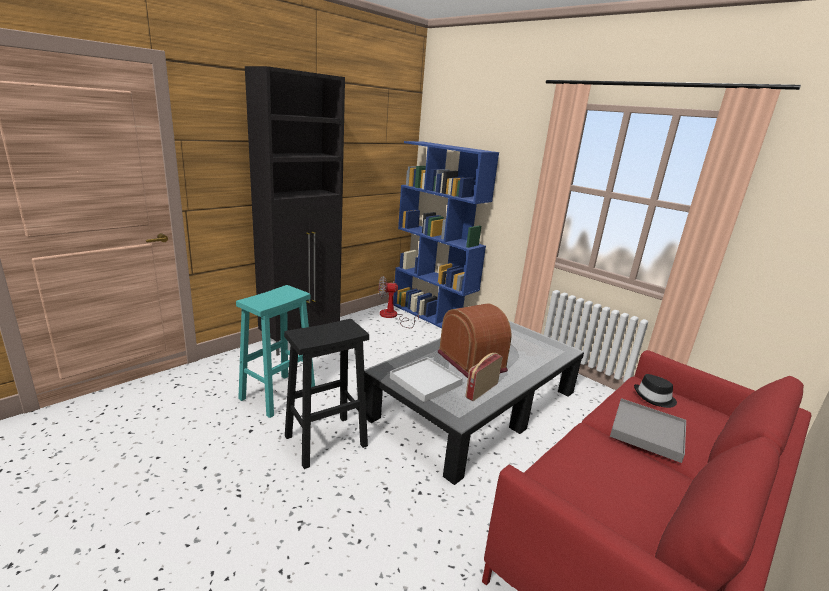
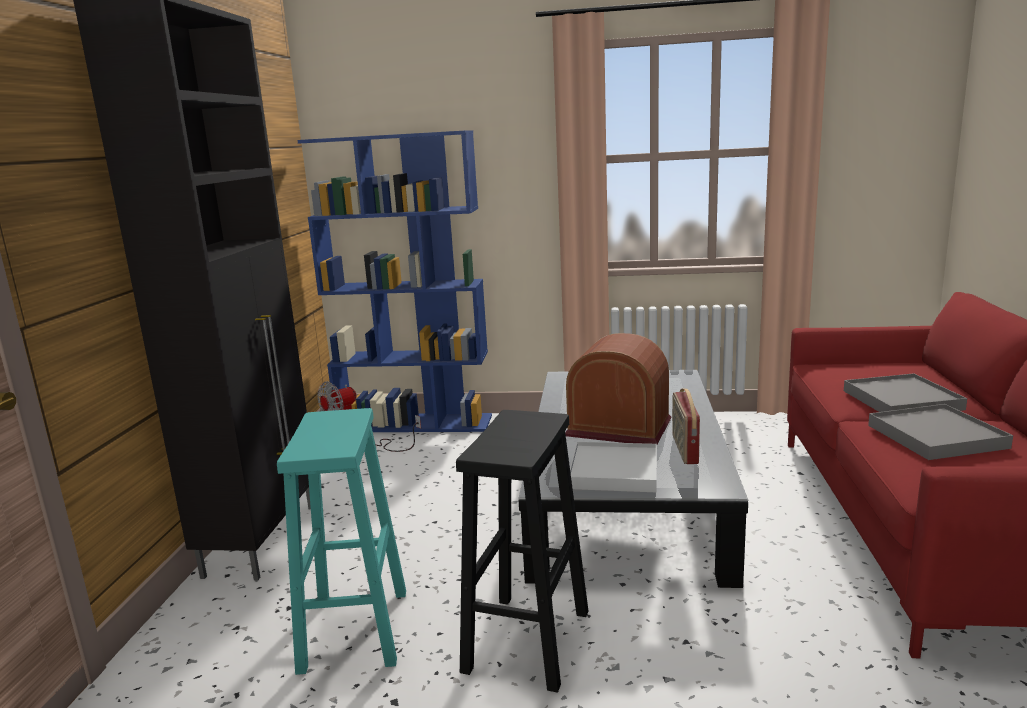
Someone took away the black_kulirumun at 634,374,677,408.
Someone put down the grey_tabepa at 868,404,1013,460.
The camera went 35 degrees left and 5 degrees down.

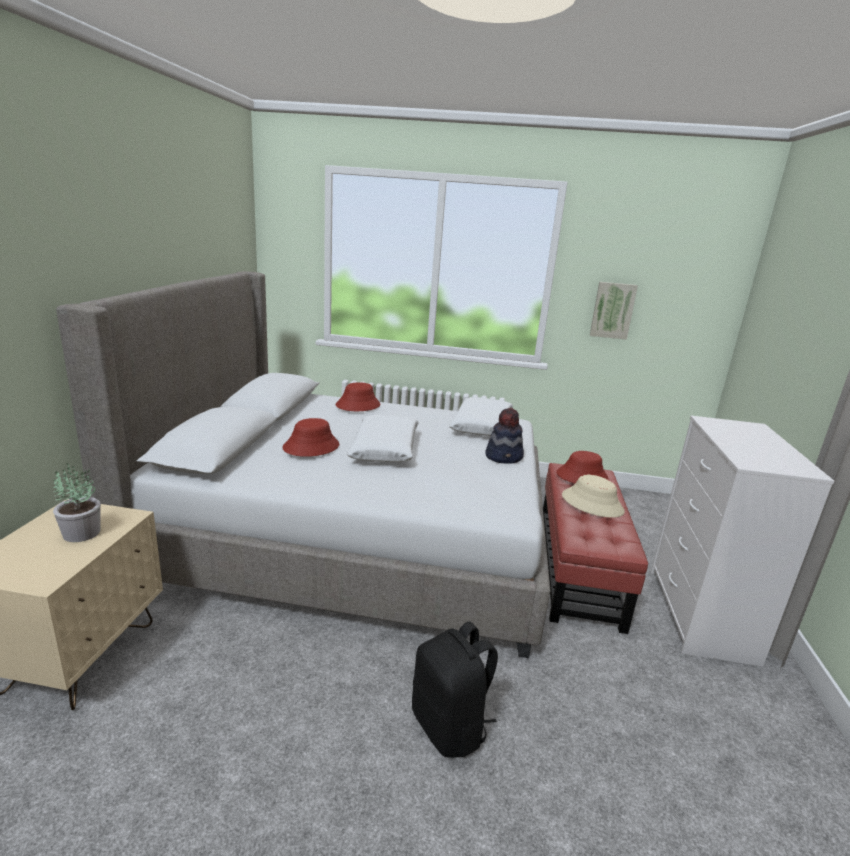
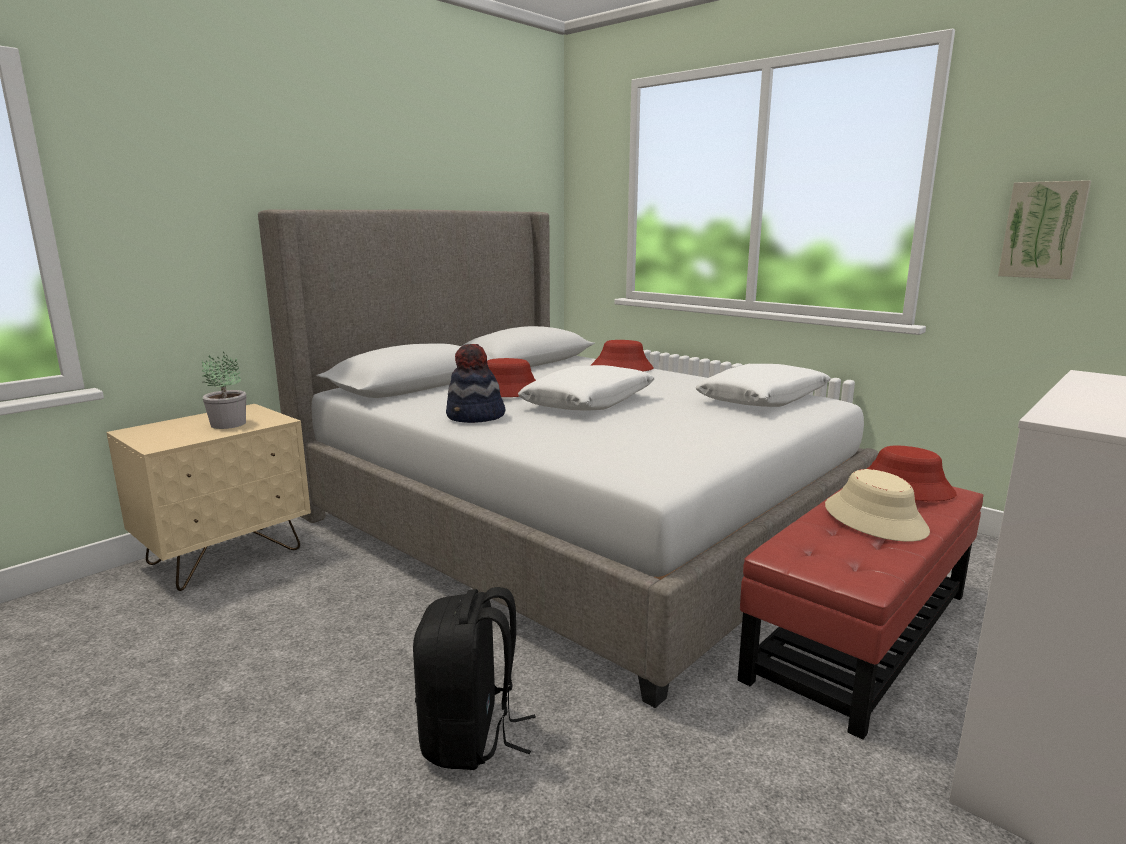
Someone carried the kulirumun from 485,408,524,464 to 446,344,505,423.
The camera went 35 degrees right and 5 degrees down.

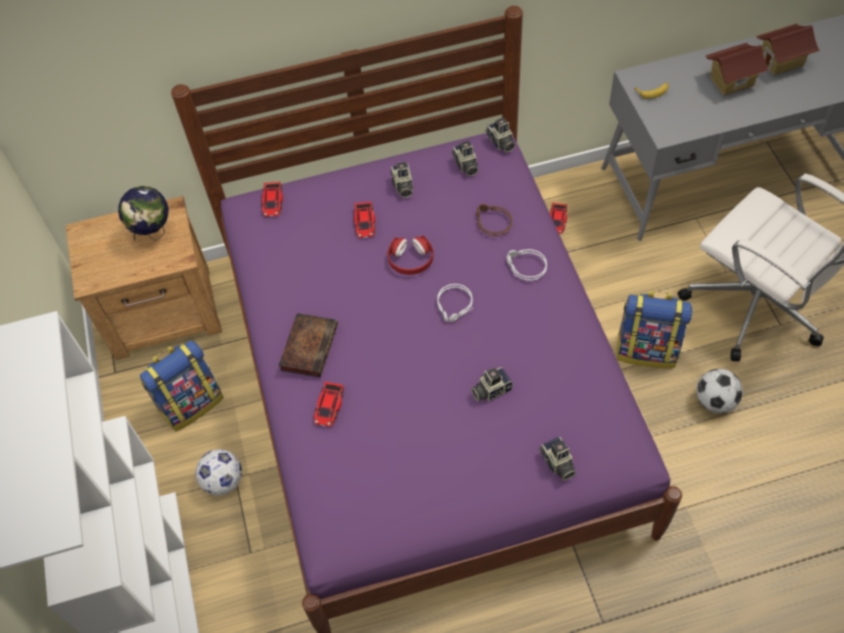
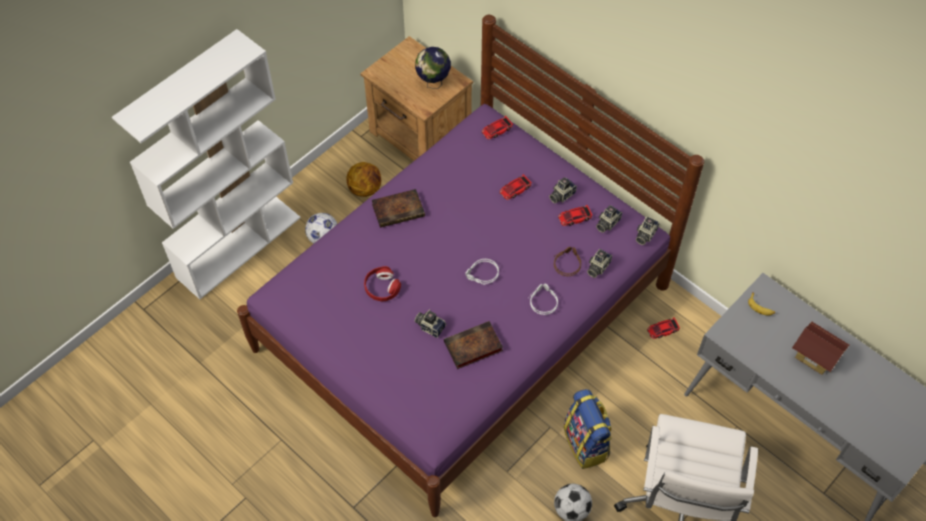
Someone took away the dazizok at 756,24,820,75.
Someone put down the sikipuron at 444,321,503,369.
Someone carried the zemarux from 314,382,344,427 to 558,205,593,226.
Someone carried the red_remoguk from 388,235,433,275 to 364,266,401,301.
Someone carried the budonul from 539,437,576,480 to 587,249,612,278.
Someone swapped the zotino at 140,340,223,432 for the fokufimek at 346,162,381,197.
The camera went 55 degrees right and 0 degrees up.

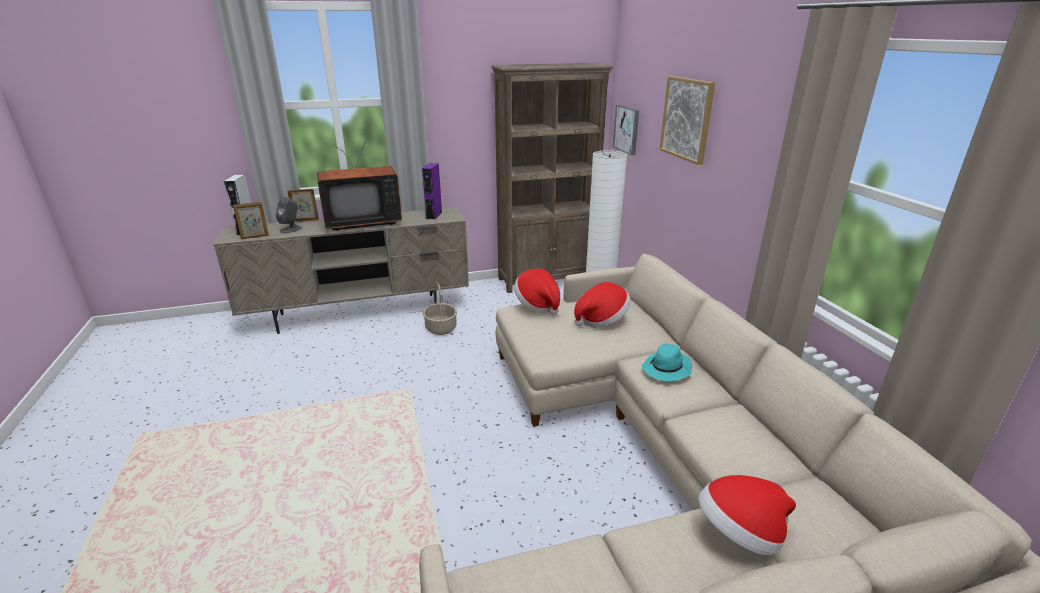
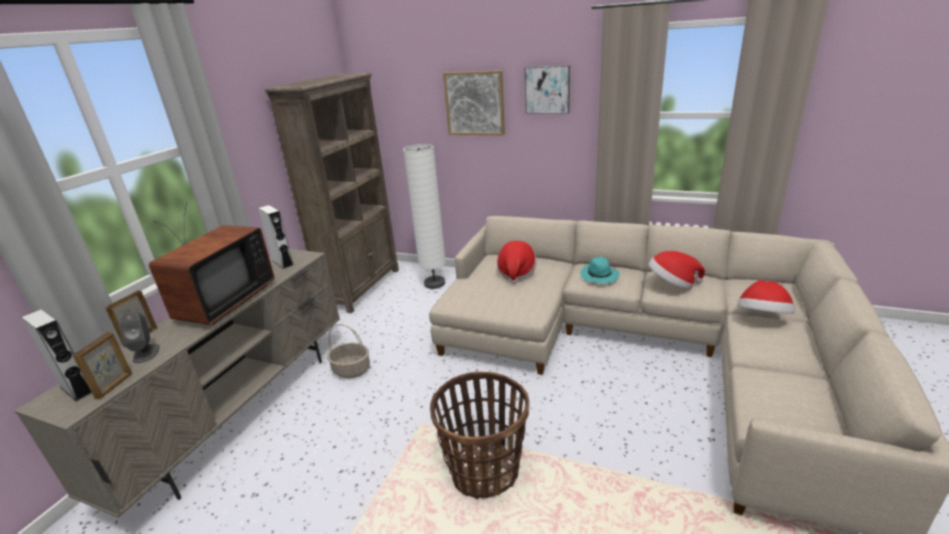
Someone put down the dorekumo at 430,372,529,499.
Someone carried the kulirumun from 514,268,560,315 to 648,251,705,289.
Someone carried the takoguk from 613,105,639,155 to 525,65,570,114.
Someone repainted the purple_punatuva at 422,163,442,220, which became the white_punatuva at 258,205,294,269.
The camera went 50 degrees left and 0 degrees up.

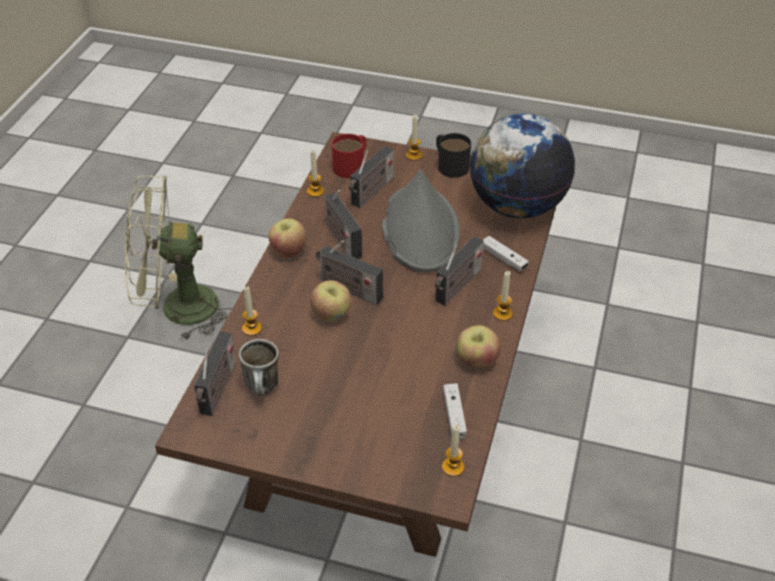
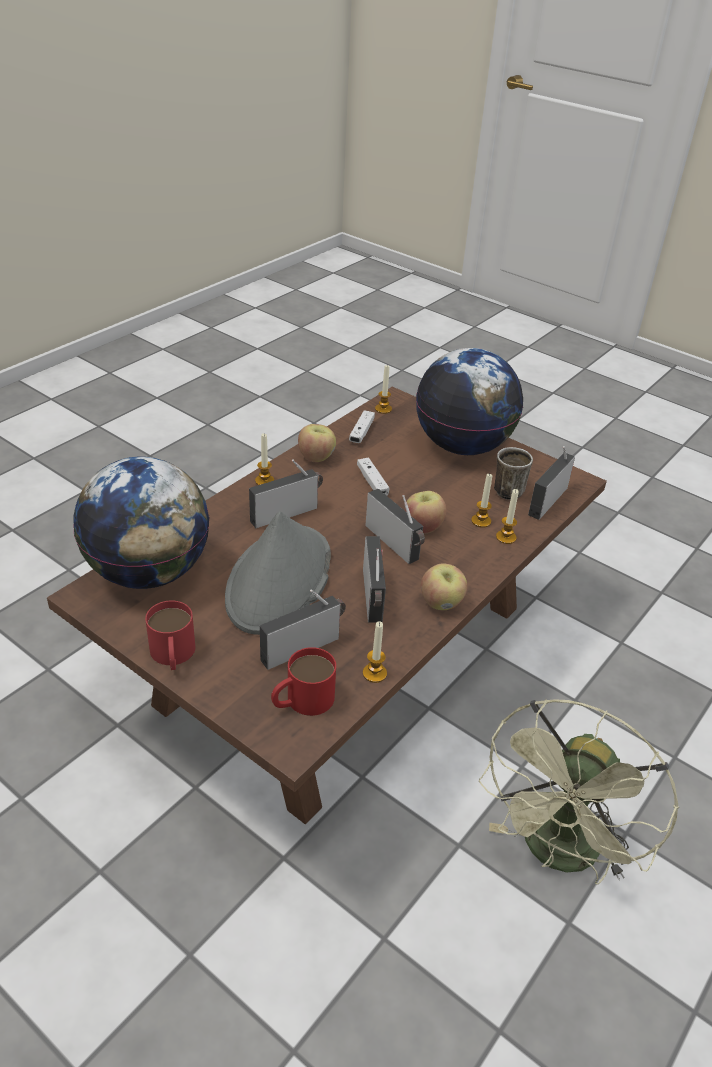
Someone put down the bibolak at 416,348,523,455.
Someone carried the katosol from 406,115,422,161 to 471,474,492,528.
Someone carried the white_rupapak from 483,236,529,271 to 357,457,389,496.
Someone repainted the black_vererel at 436,133,471,178, which became the red_vererel at 145,601,195,670.
Someone rotated the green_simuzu at 125,175,233,341 by 105 degrees clockwise.
The camera went 160 degrees left and 5 degrees down.

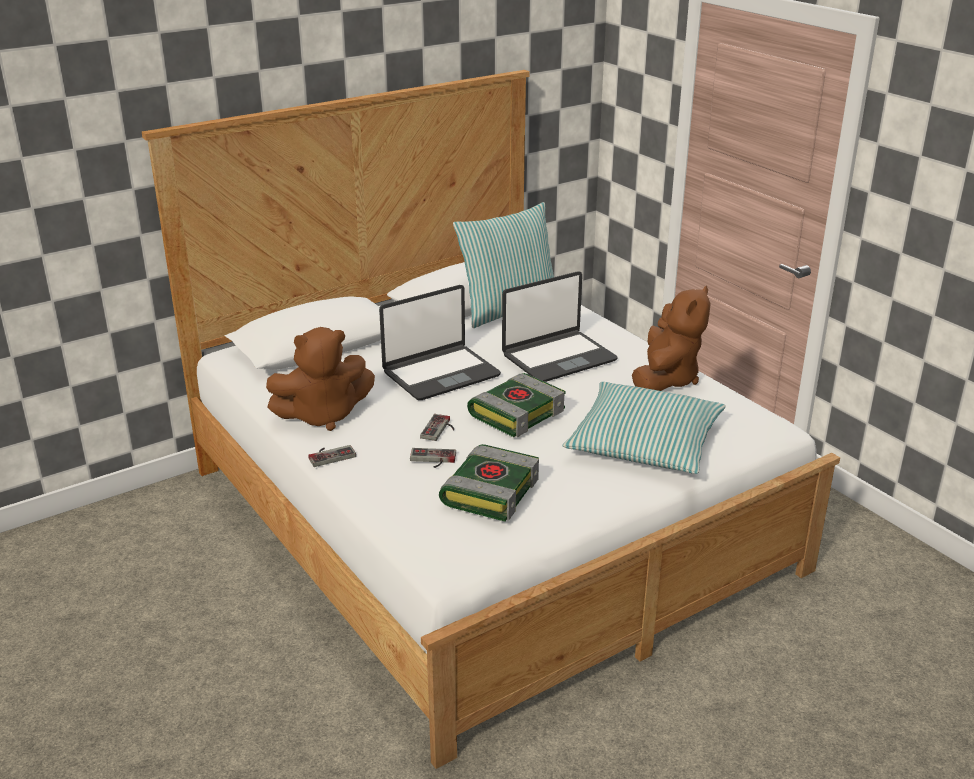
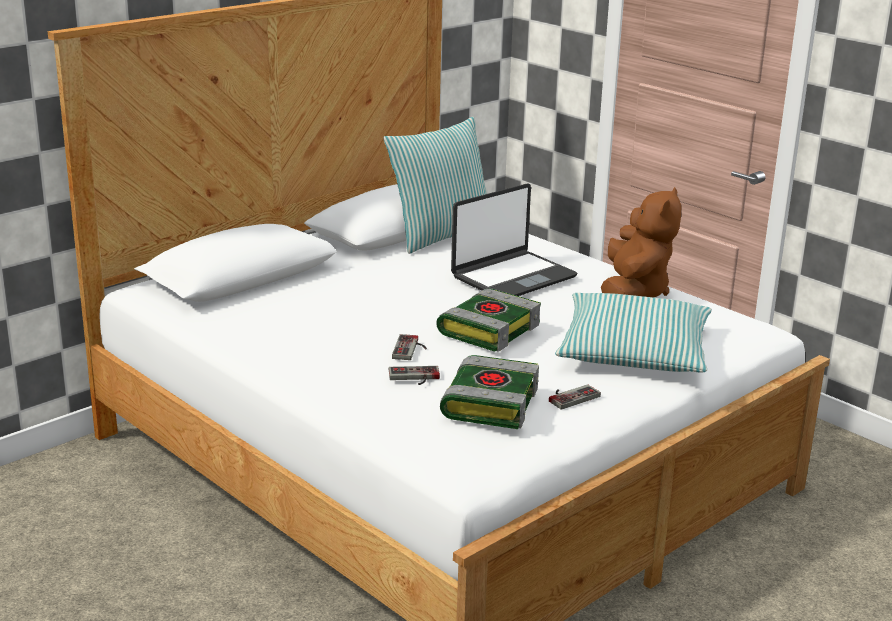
Someone took away the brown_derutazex at 266,327,375,431.
Someone took away the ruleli at 379,285,501,400.
Someone carried the rupapak from 308,445,356,467 to 549,384,601,410.
The camera went 10 degrees left and 5 degrees down.

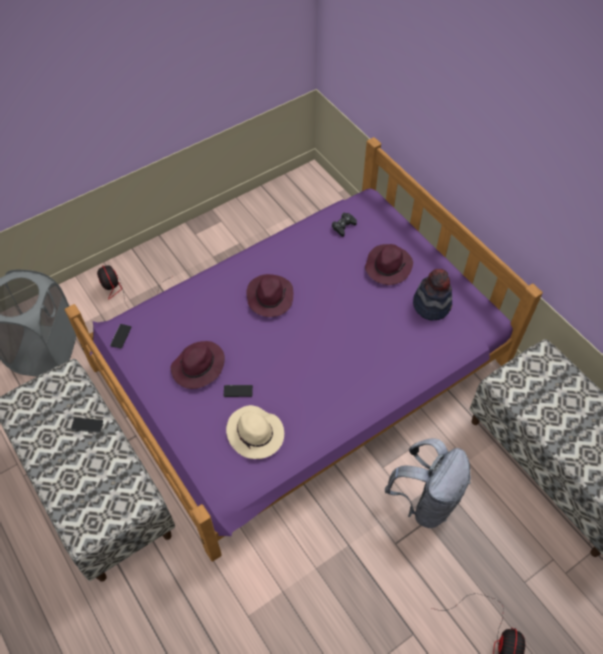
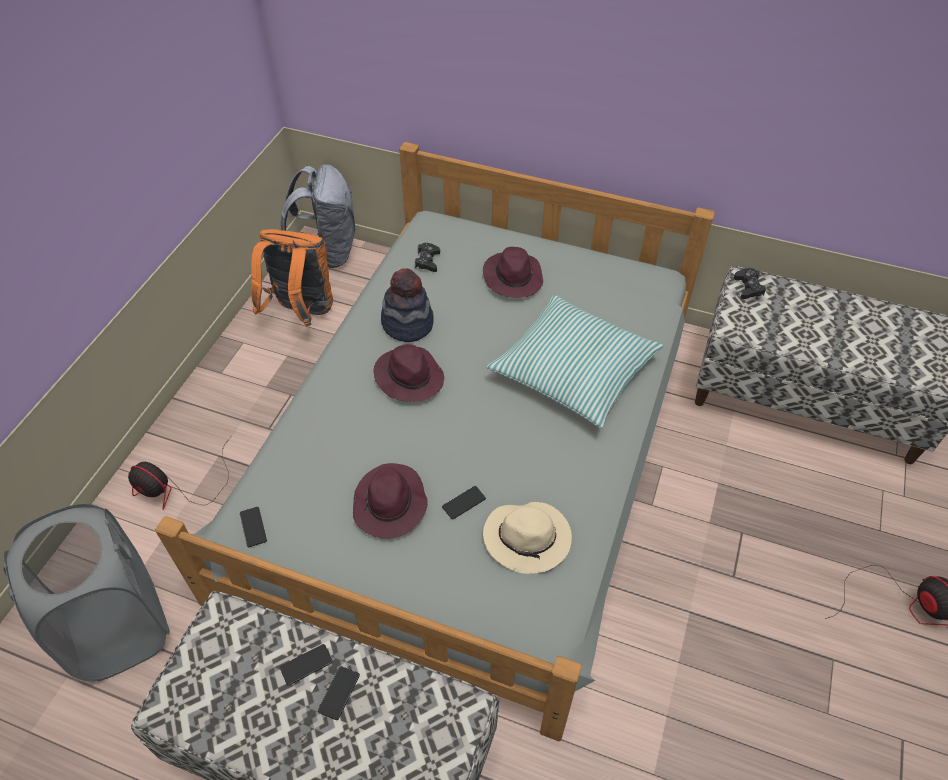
Someone put down the orange_zotino at 251,229,333,326.
Someone put down the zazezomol at 318,666,360,720.
Someone put down the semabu at 487,295,663,428.
Someone put down the black_rupapak at 734,268,766,299.
Someone carried the grey_zotino from 385,438,471,528 to 280,164,355,268.
Someone carried the kulirumun from 413,269,452,321 to 381,268,434,342.
Someone repainted the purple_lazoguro at 65,137,543,562, which became the grey_lazoguro at 155,142,715,741.
The camera went 35 degrees left and 5 degrees down.

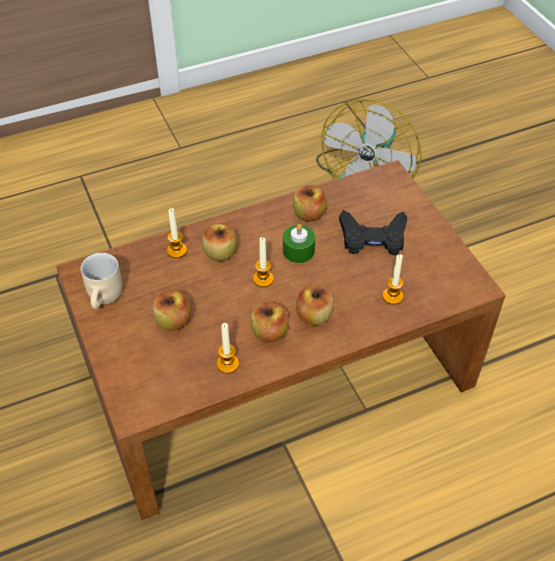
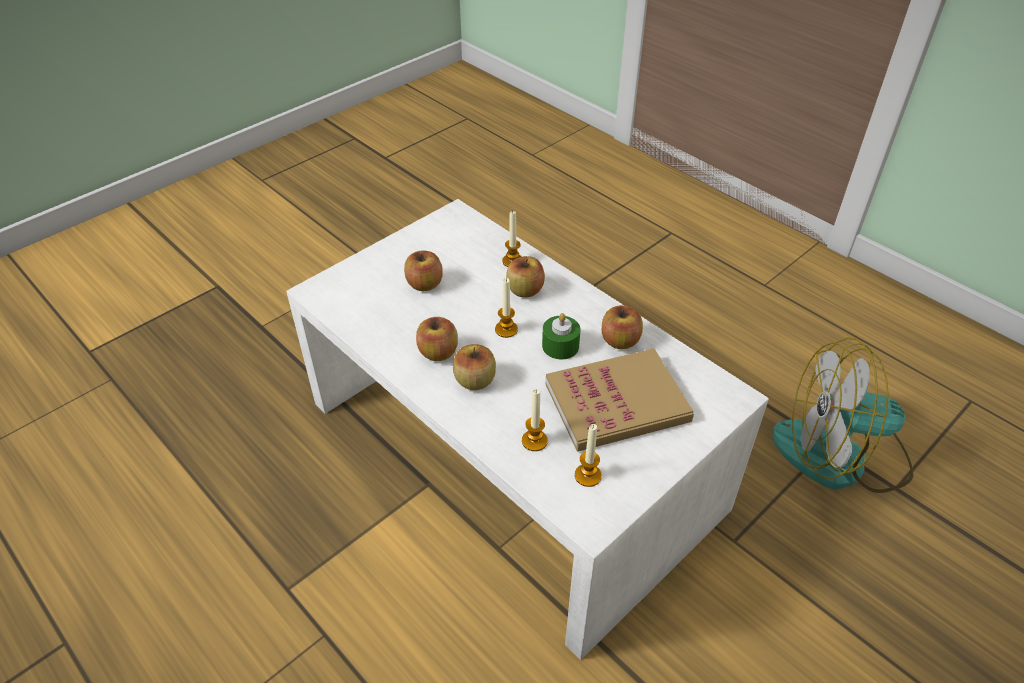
Someone took away the beige_vererel at 81,253,122,309.
Someone carried the katosol from 217,323,239,374 to 575,424,602,487.
Someone swapped the black_rupapak at 339,210,407,255 for the sikipuron at 546,348,694,451.
Someone repainted the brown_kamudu at 56,160,505,520, which became the white_kamudu at 286,199,769,660.
The camera went 70 degrees right and 5 degrees down.

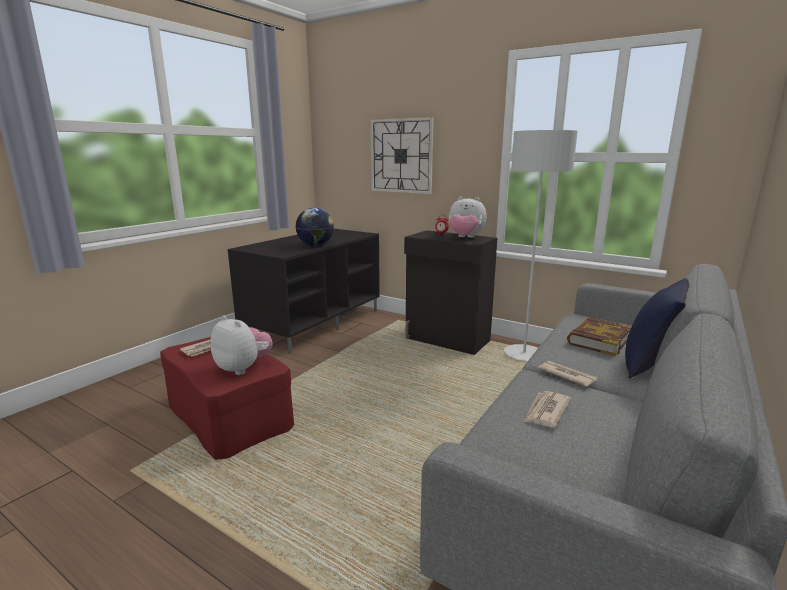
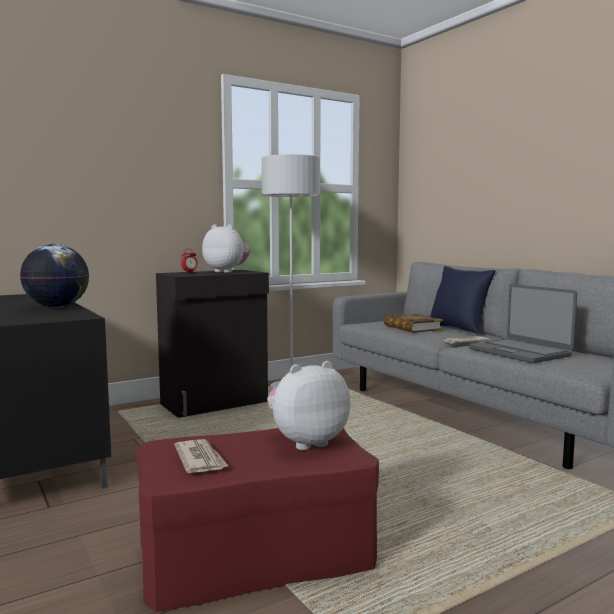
Someone took away the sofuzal at 370,117,434,194.
Someone swapped the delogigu at 524,391,572,427 for the ruleli at 469,284,577,363.
Someone rotated the derutazex at 449,197,487,238 by 105 degrees counterclockwise.
The camera went 65 degrees left and 10 degrees down.

